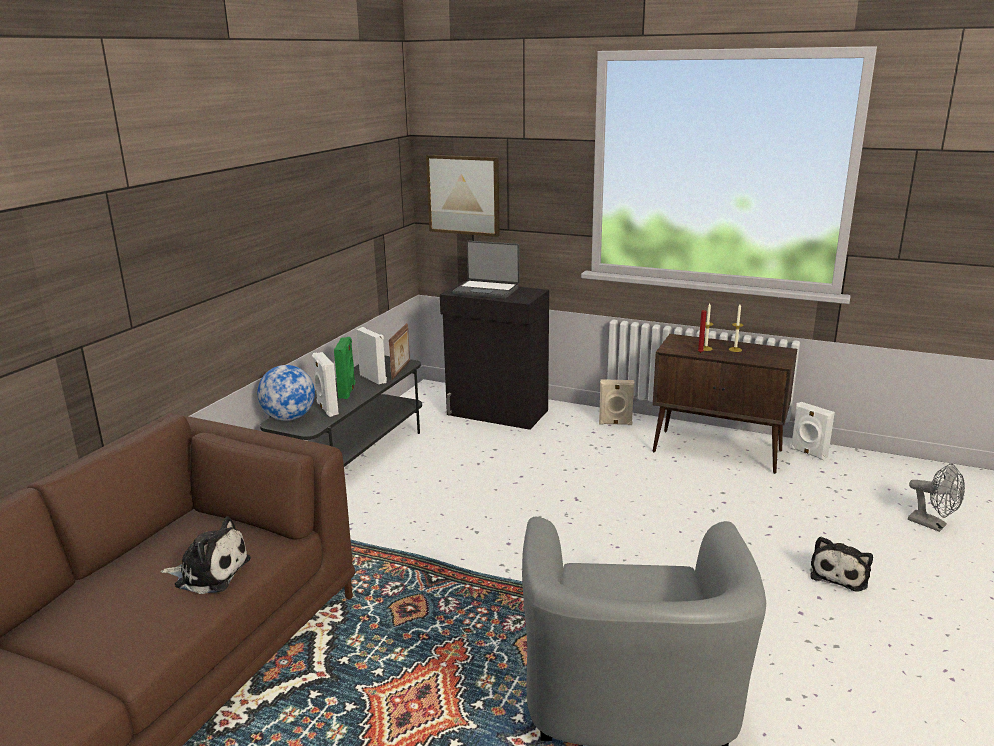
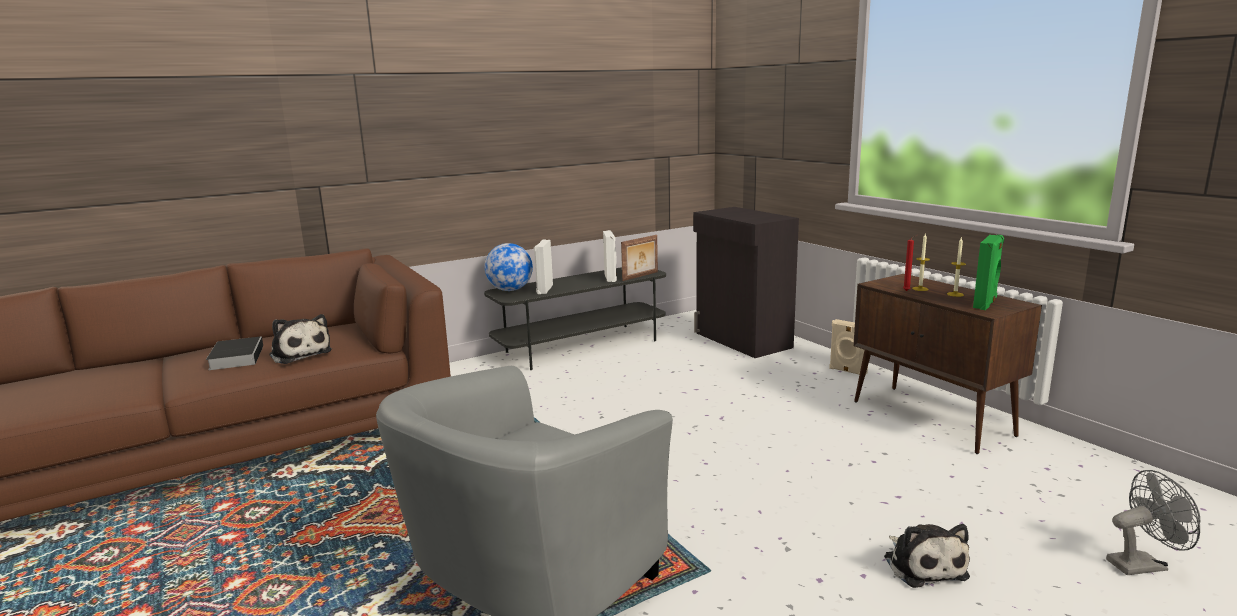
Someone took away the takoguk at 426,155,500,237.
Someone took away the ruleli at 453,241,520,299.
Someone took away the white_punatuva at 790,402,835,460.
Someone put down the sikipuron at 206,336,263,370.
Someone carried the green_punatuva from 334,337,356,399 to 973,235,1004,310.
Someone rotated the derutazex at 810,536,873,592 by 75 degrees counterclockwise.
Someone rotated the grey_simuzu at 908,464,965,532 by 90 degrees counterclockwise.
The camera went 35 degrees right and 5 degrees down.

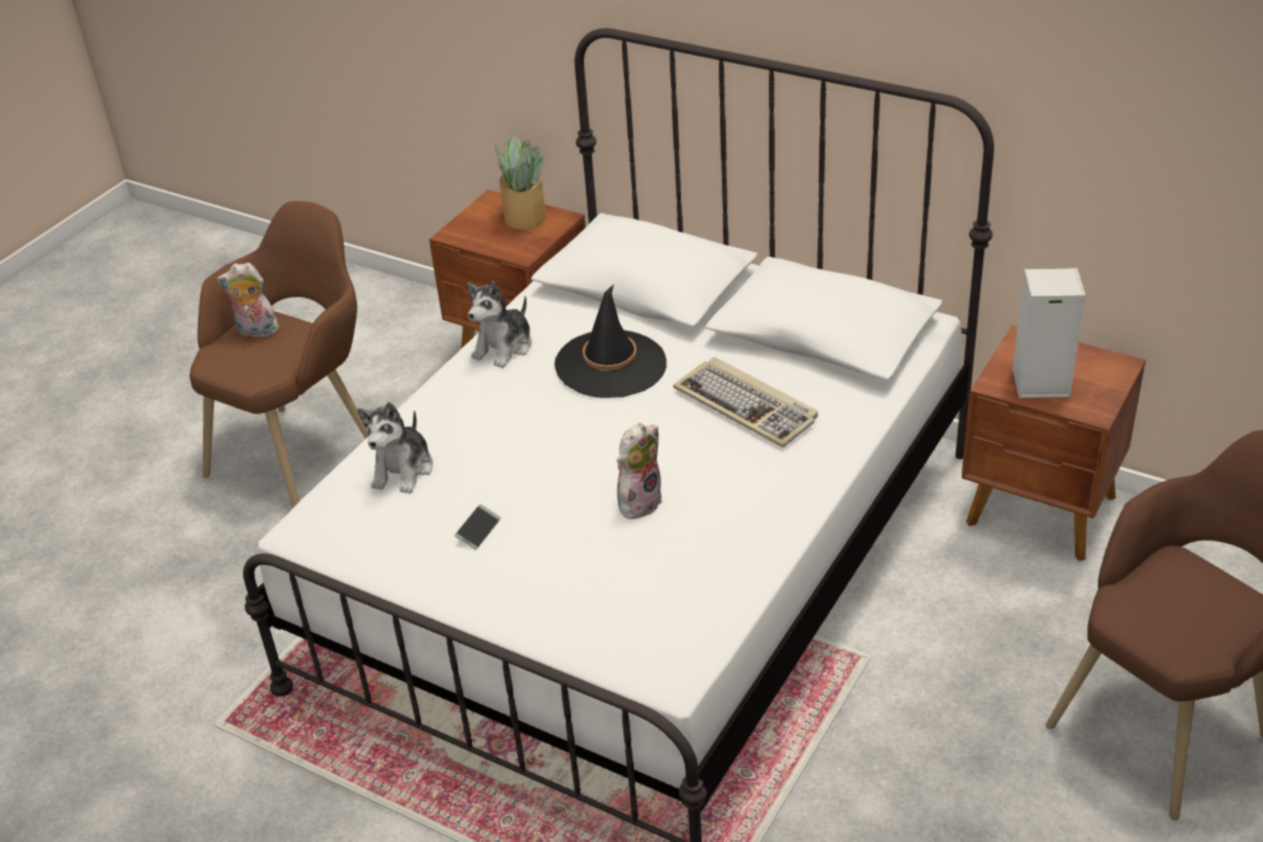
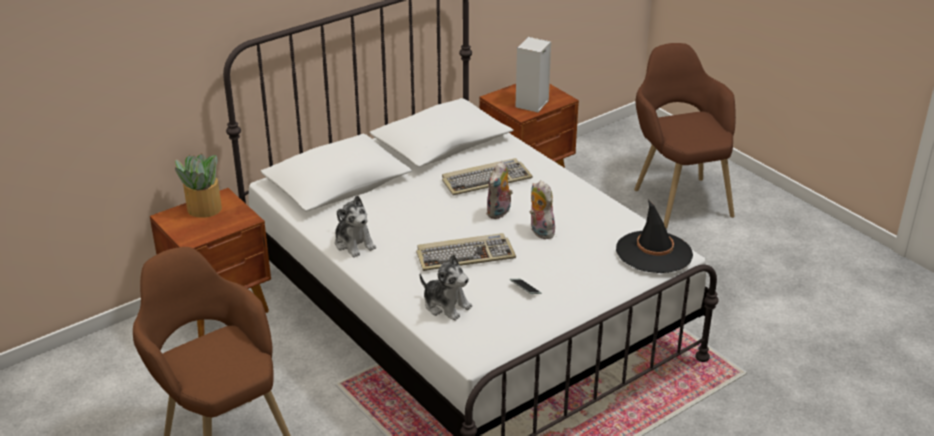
Someone put down the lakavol at 416,233,516,271.
Someone carried the derutazex from 217,263,281,338 to 486,161,513,219.
Someone carried the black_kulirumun from 554,284,667,398 to 616,199,693,273.
The camera went 70 degrees left and 5 degrees down.

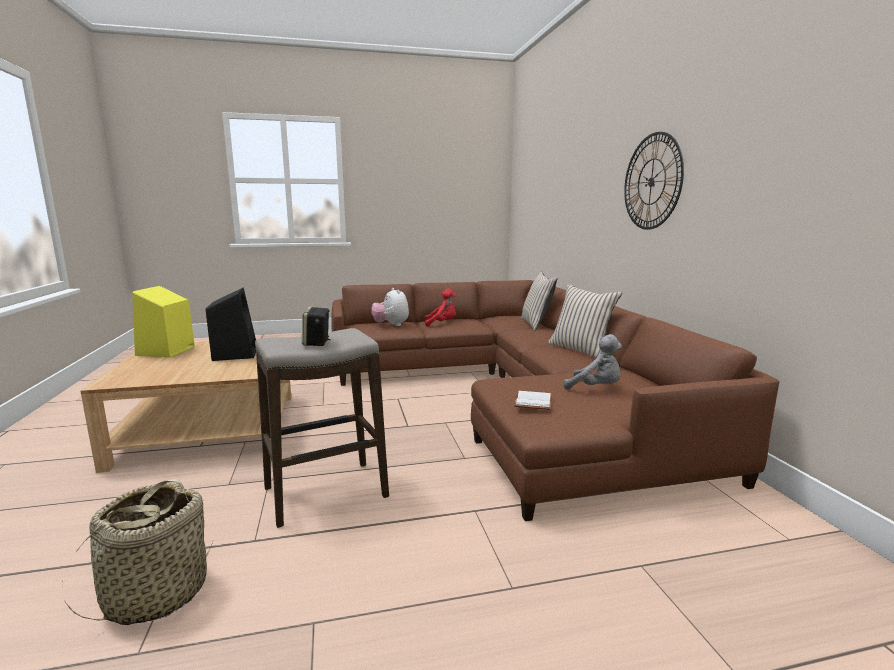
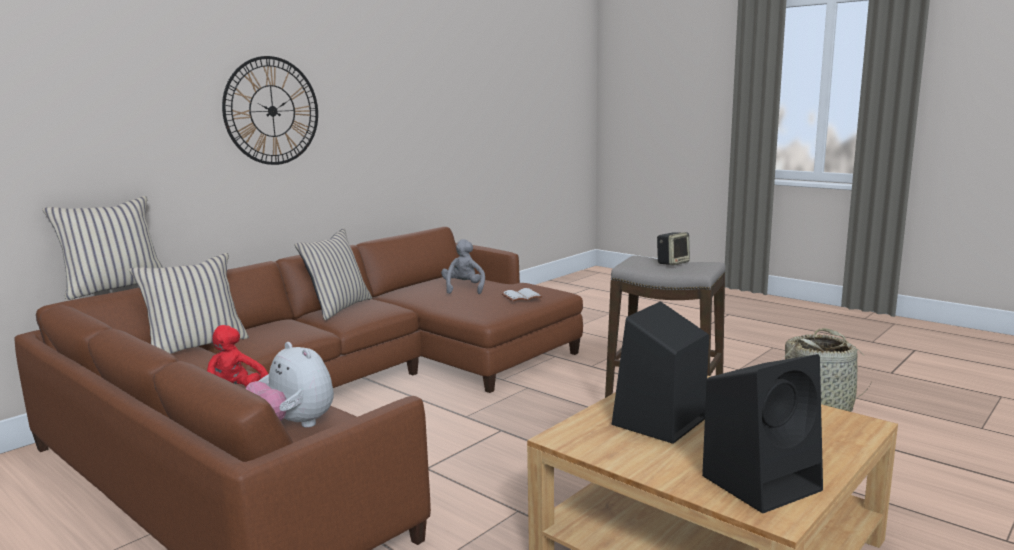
Someone put down the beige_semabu at 43,196,163,300.
Someone repainted the yellow_punatuva at 132,286,195,357, which became the black_punatuva at 702,354,823,513.
Someone rotated the derutazex at 371,288,409,326 by 105 degrees clockwise.
The camera went 125 degrees left and 0 degrees up.

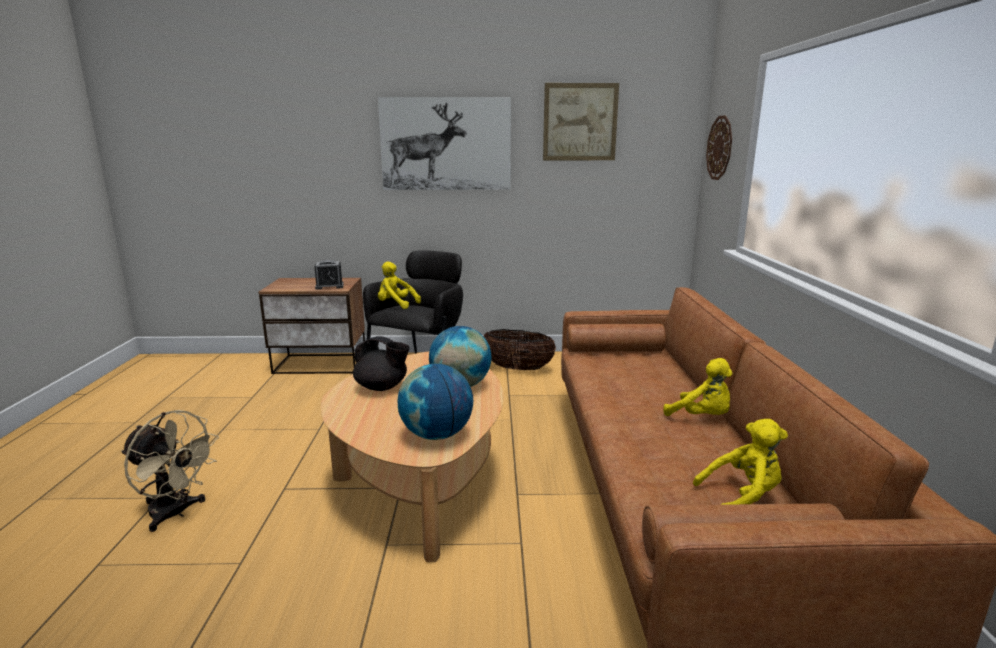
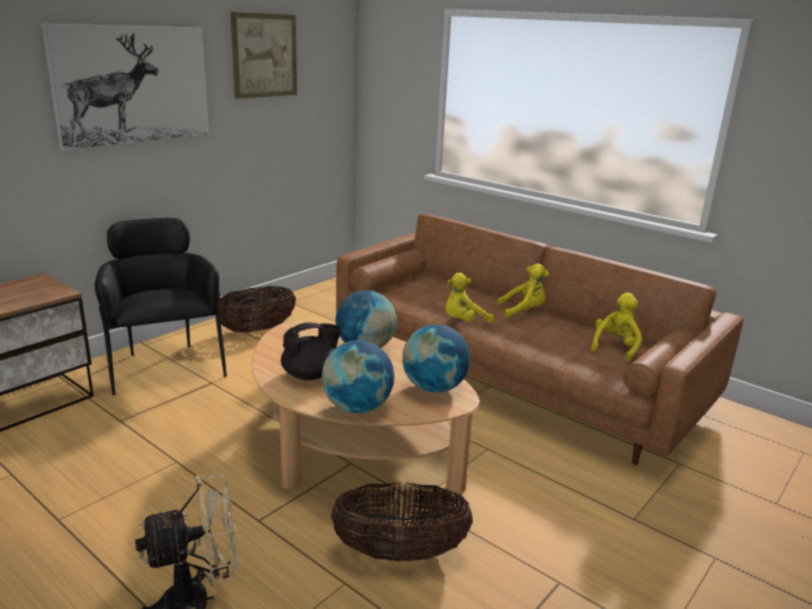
Someone took away the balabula at 315,260,344,290.
Someone took away the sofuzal at 706,115,732,180.
Someone put down the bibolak at 322,340,394,413.
Someone put down the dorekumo at 330,482,473,562.
Someone carried the yellow_derutazex from 378,261,421,309 to 445,273,494,324.
The camera went 50 degrees left and 5 degrees up.

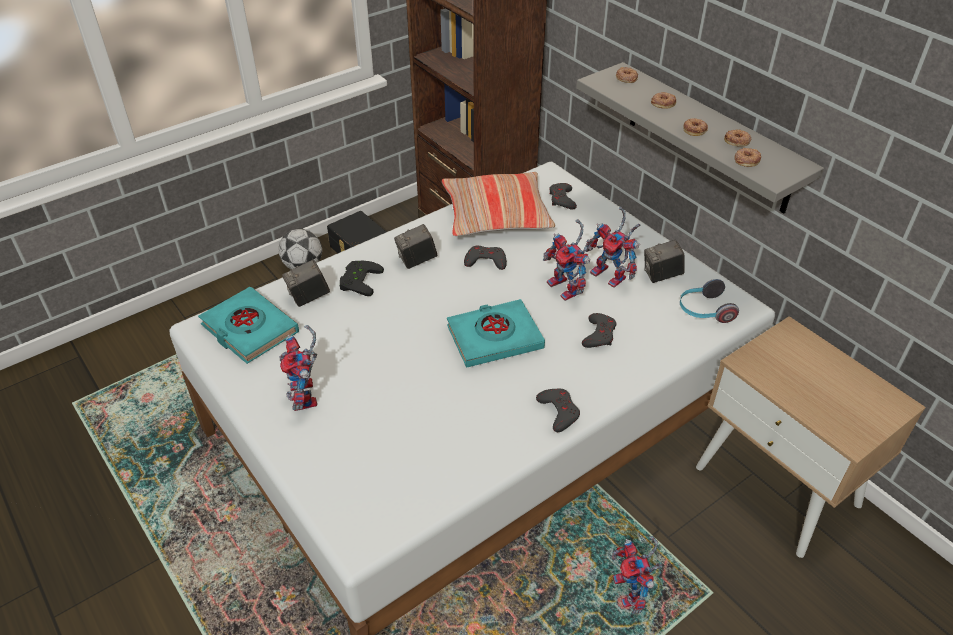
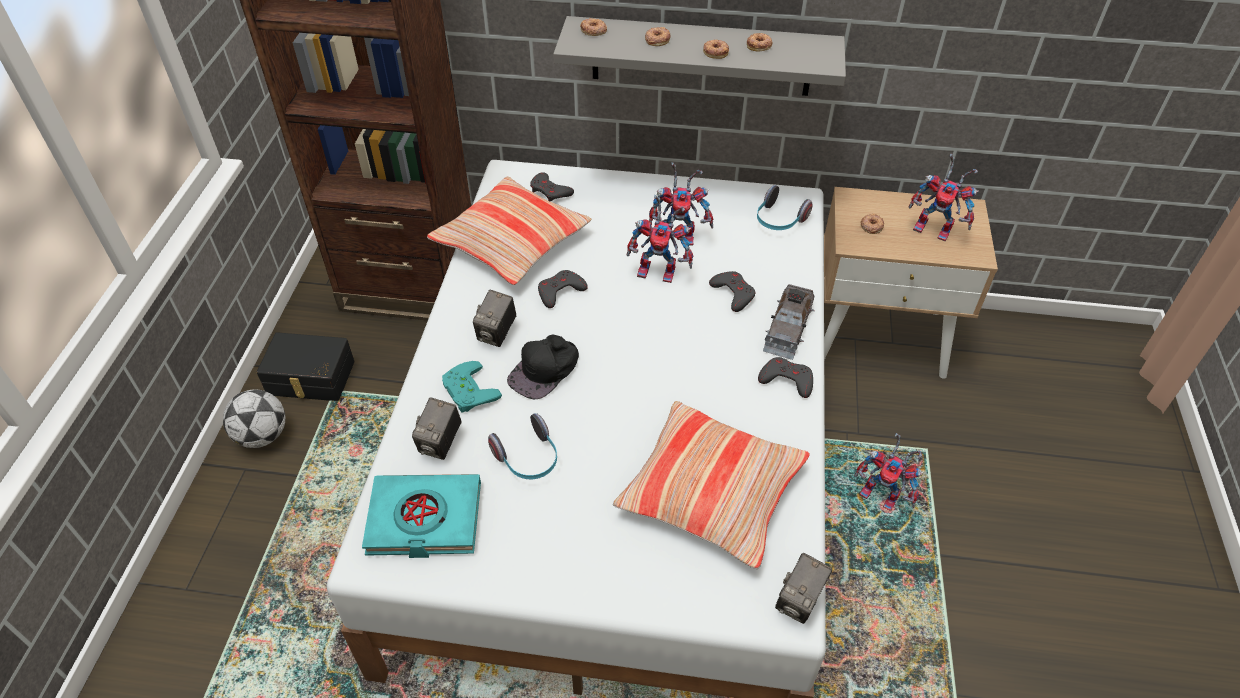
Someone took away the turquoise_sikipuron at 447,299,545,368.
Someone put down the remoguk at 488,413,557,479.
Someone put down the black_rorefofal at 507,335,579,399.
Someone put down the semabu at 613,401,810,569.
Someone put down the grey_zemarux at 763,284,814,360.
Someone carried the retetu from 279,325,317,411 to 909,154,979,241.
Someone carried the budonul from 644,240,685,283 to 775,553,832,624.
Someone carried the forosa from 735,148,761,167 to 861,214,884,234.
Someone repainted the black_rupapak at 340,261,384,296, which became the turquoise_rupapak at 442,361,502,413.
The camera went 45 degrees left and 5 degrees up.

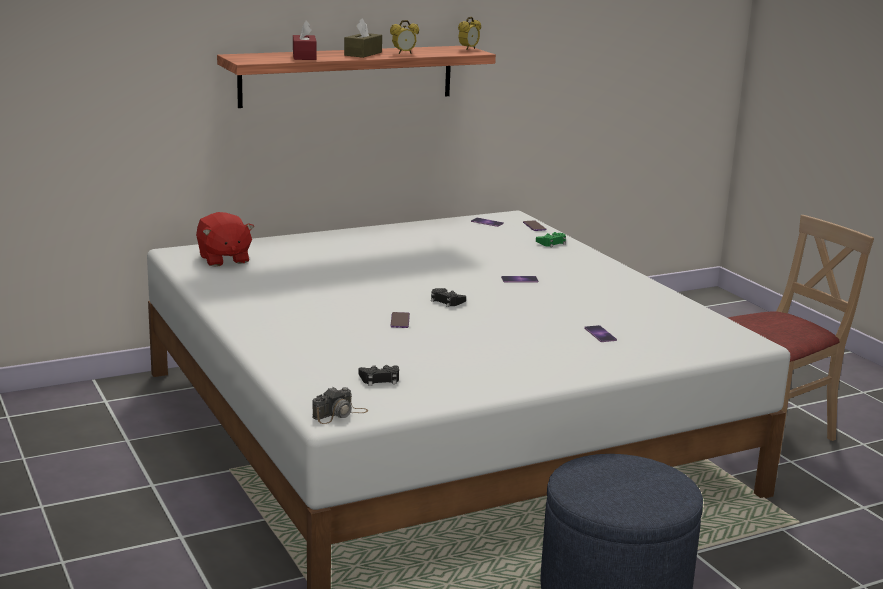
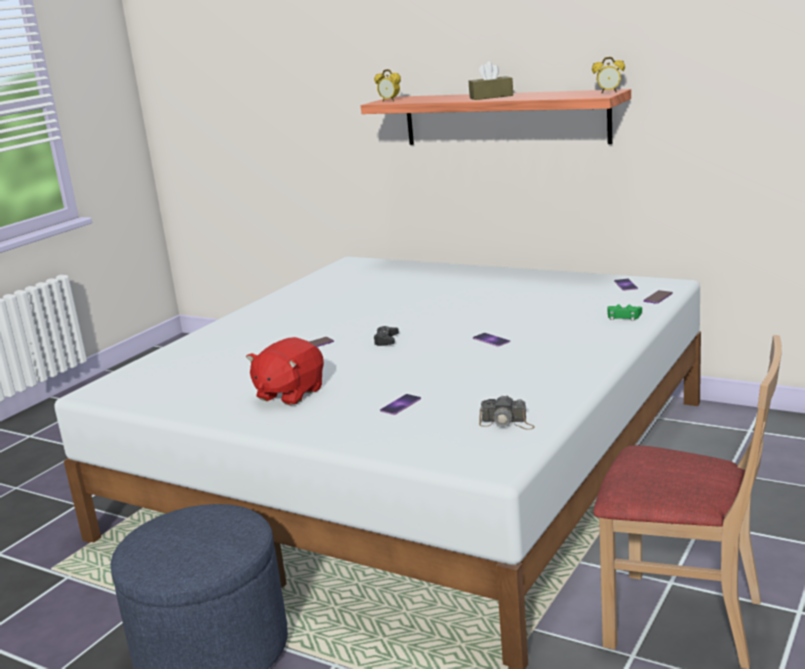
Someone took away the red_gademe at 293,20,317,60.
Someone took away the black_rupapak at 359,365,399,386.
Someone carried the red_derutazex from 196,212,254,267 to 246,337,324,406.
Someone carried the budonul from 312,387,368,424 to 479,396,535,430.
Someone carried the balabula from 390,20,419,54 to 374,69,401,102.
The camera went 60 degrees right and 0 degrees up.

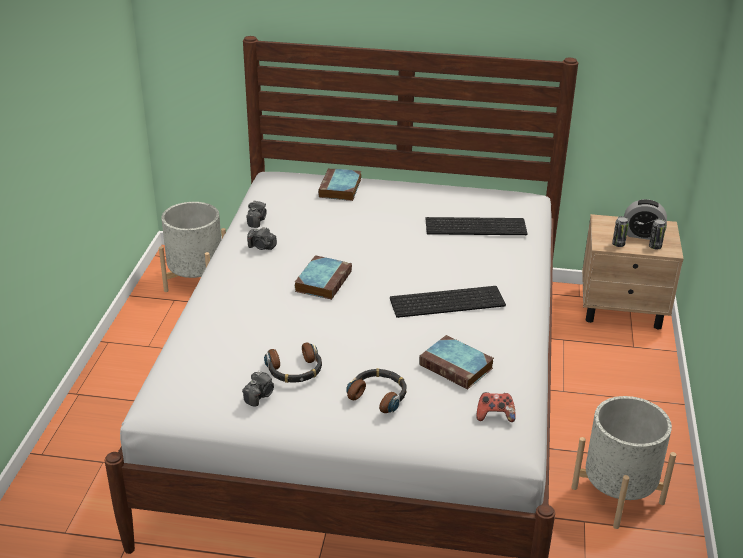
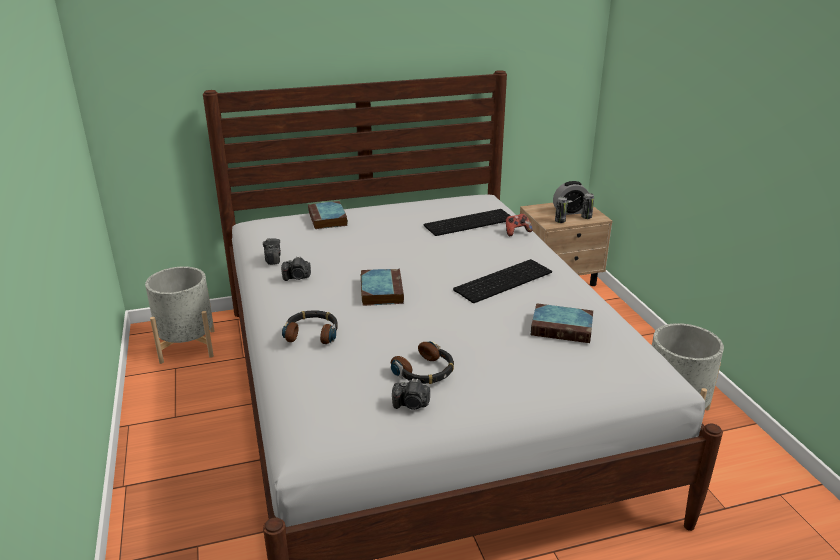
Someone carried the remoguk from 346,368,407,413 to 282,310,338,344.
Someone carried the rupapak from 476,392,516,422 to 505,214,533,236.
Someone rotated the budonul at 242,371,274,406 by 90 degrees clockwise.
The camera went 25 degrees left and 5 degrees down.

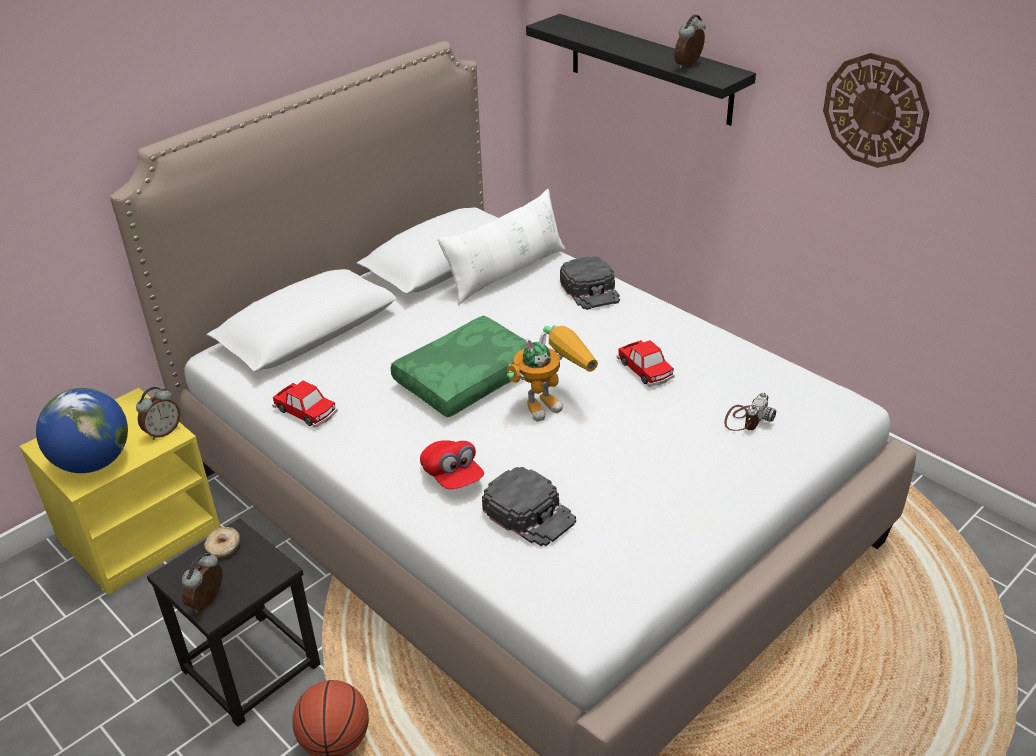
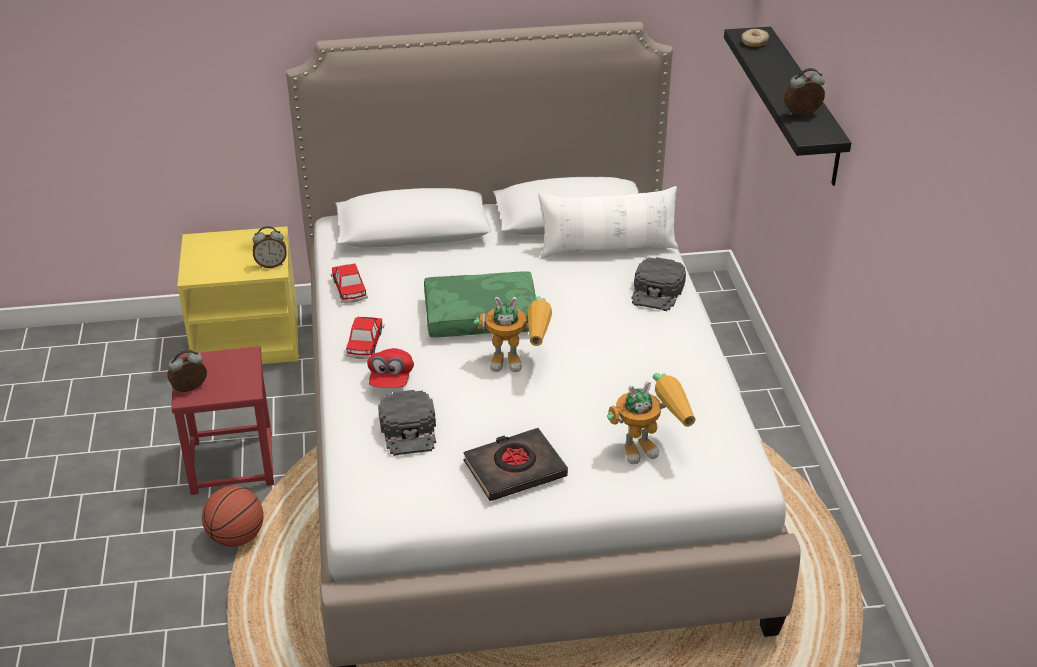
Someone took away the bibolak at 36,388,128,473.
Someone took away the sofuzal at 823,53,930,168.
Someone put down the black_sikipuron at 463,428,568,501.
Someone carried the forosa from 204,527,240,558 to 742,29,769,47.
Someone carried the zemarux from 616,340,675,387 to 345,317,384,359.
Someone swapped the budonul at 724,392,776,431 for the retetu at 607,373,696,464.
Someone repainted the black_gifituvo at 147,518,320,727, which became the red_gifituvo at 171,346,274,495.
The camera went 35 degrees right and 0 degrees up.

